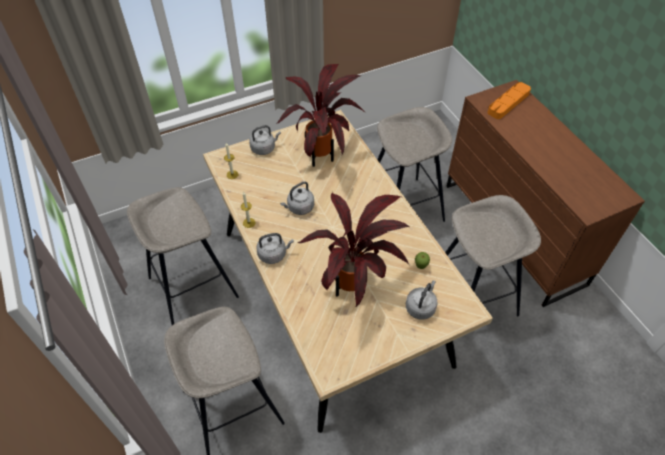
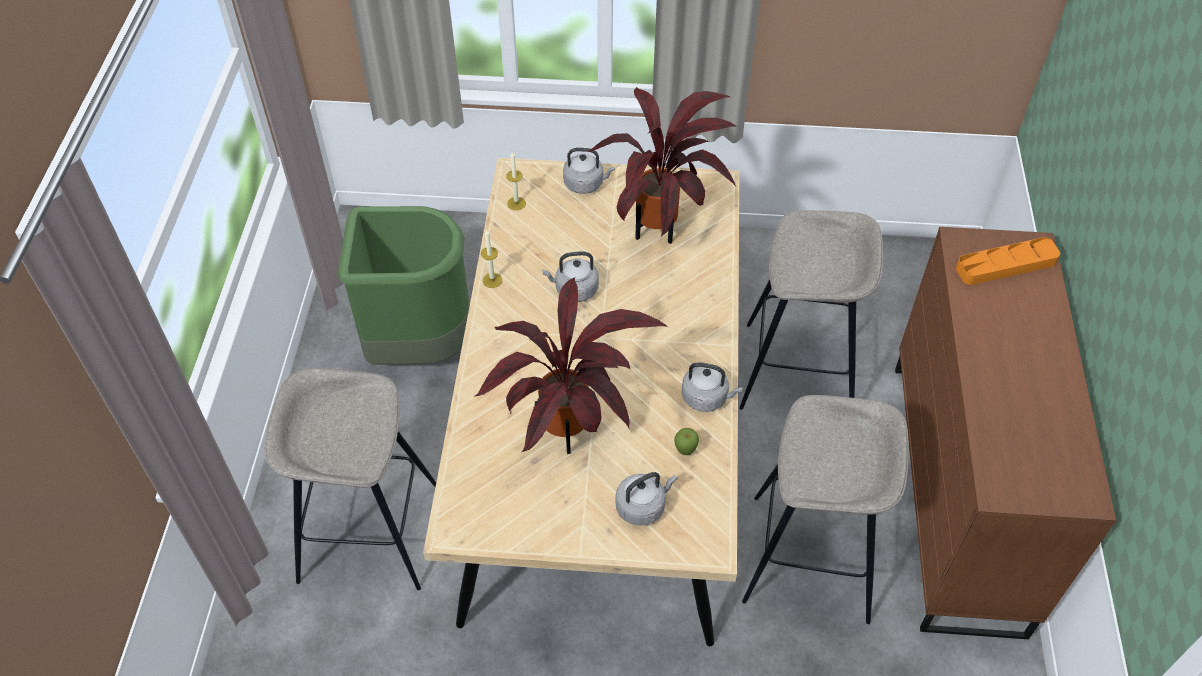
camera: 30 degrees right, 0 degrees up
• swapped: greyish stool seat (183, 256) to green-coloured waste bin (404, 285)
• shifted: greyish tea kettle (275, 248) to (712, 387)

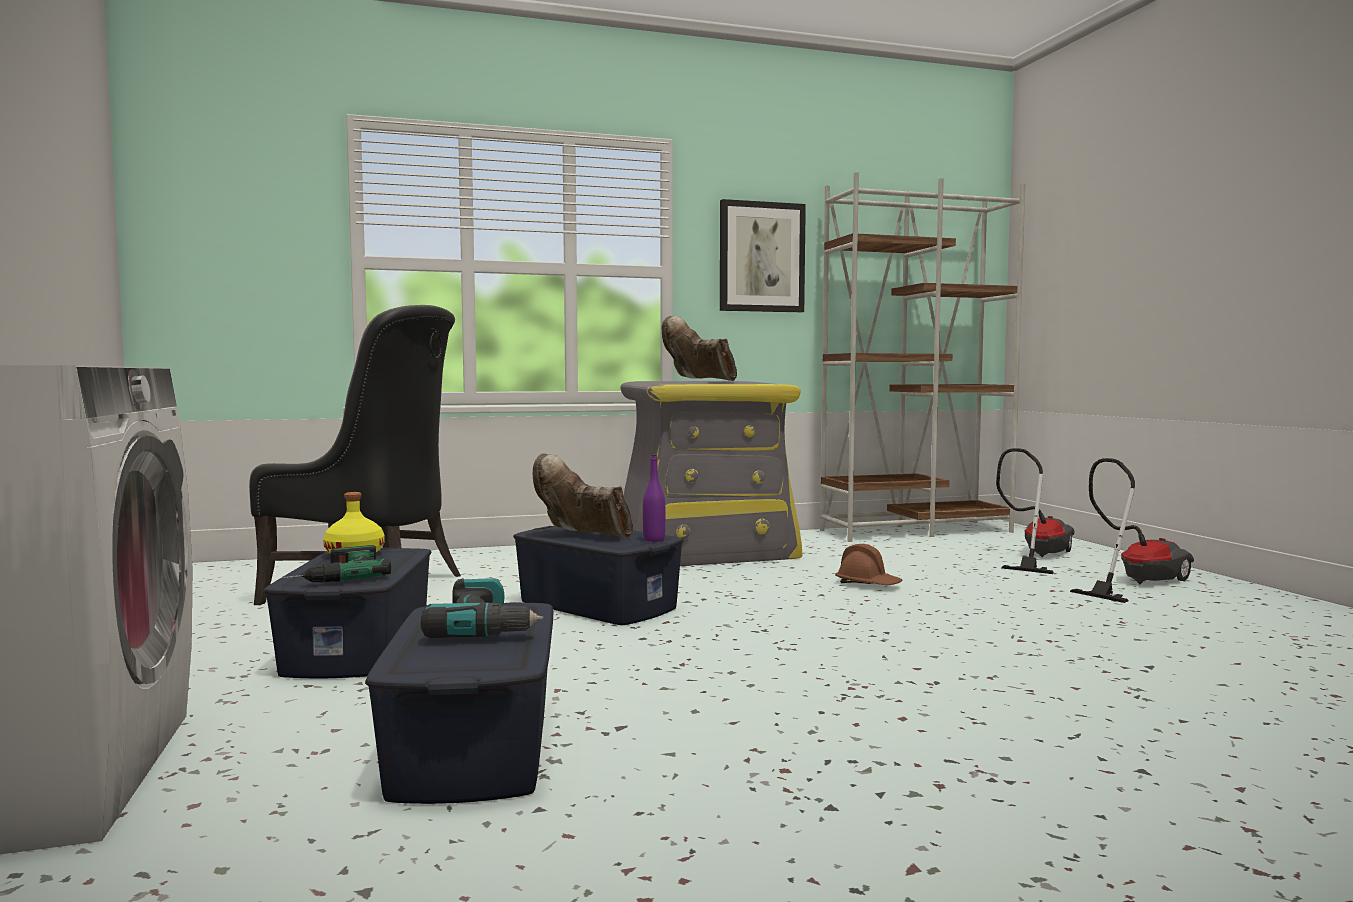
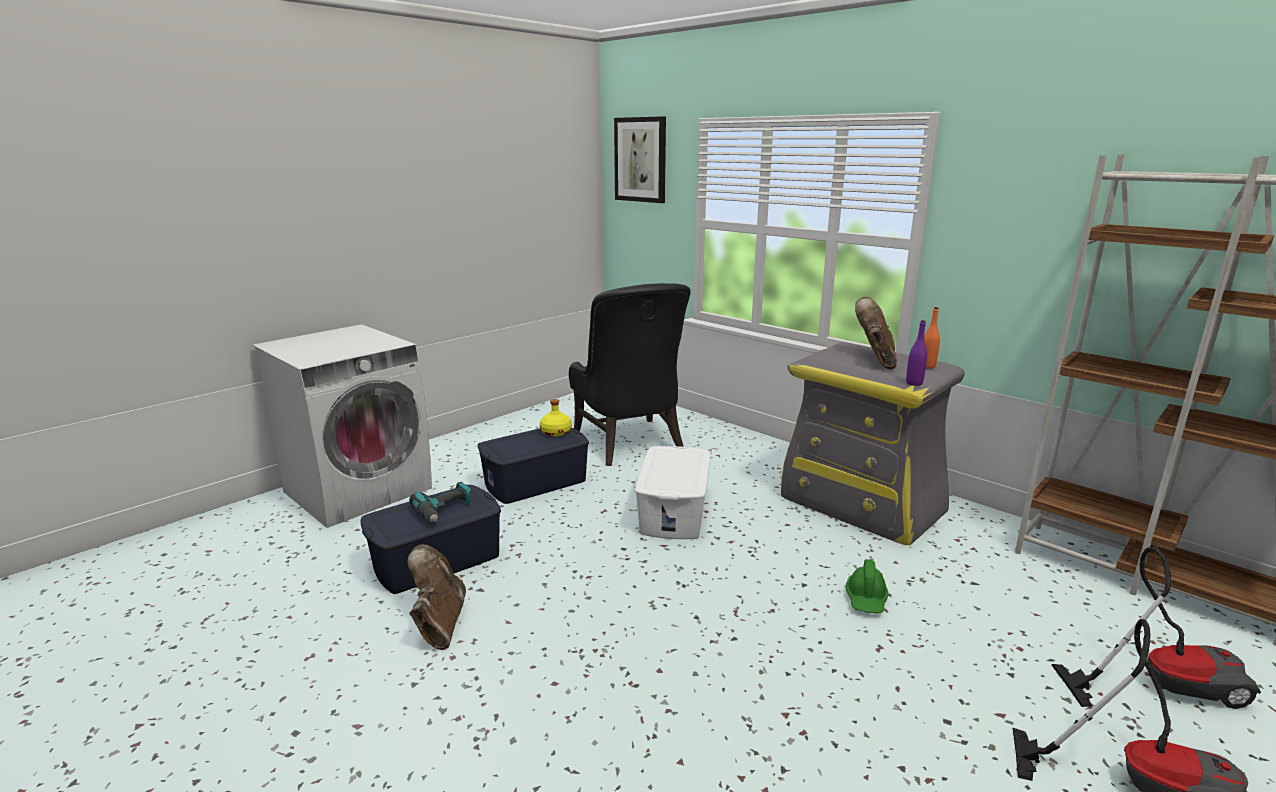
camera: 60 degrees right, 15 degrees up
• shifted: wall picture (763, 255) to (640, 159)
• shifted: brown-coloured high-top boot (583, 496) to (436, 597)
• shifted: purple-coloured bottle (654, 498) to (916, 353)
• repainted: bluish storage container (598, 575) to white storage container (673, 492)
• repainted: brown-coloured safety helmet (869, 564) to green-coloured safety helmet (867, 586)
• gone: drill (336, 563)
• new: orange bottle (932, 338)

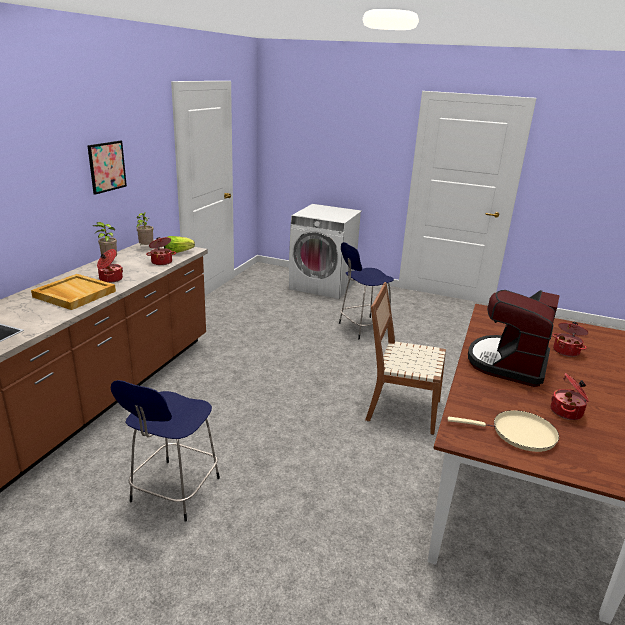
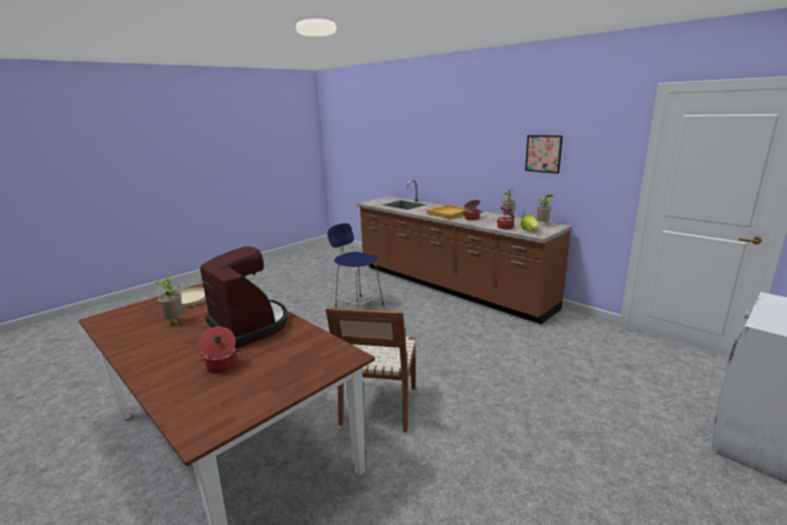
camera: 115 degrees right, 5 degrees down
• gone: bluish stool seat (366, 291)
• rotated: upright chair (405, 358) = (371, 370) 150 degrees clockwise
• swapped: saucepot (570, 396) to houseplant (169, 302)

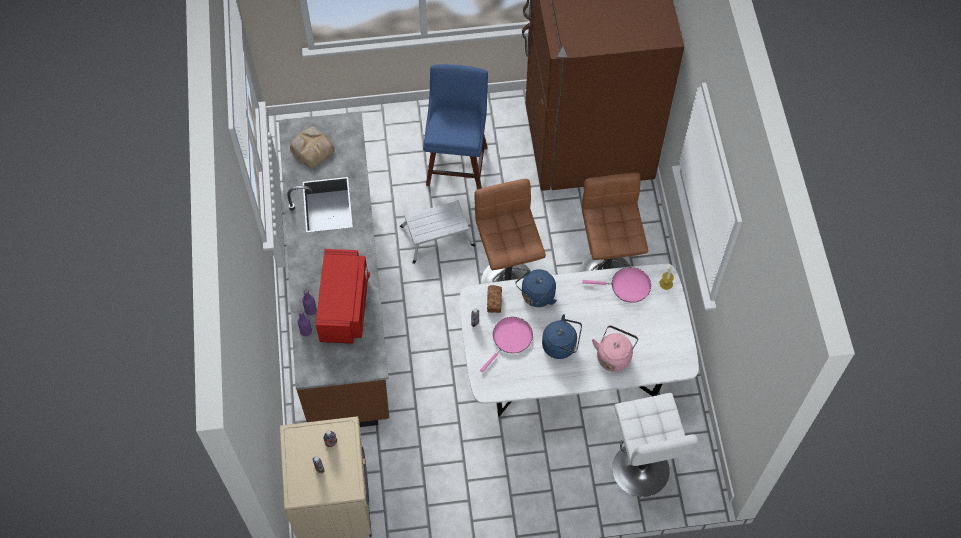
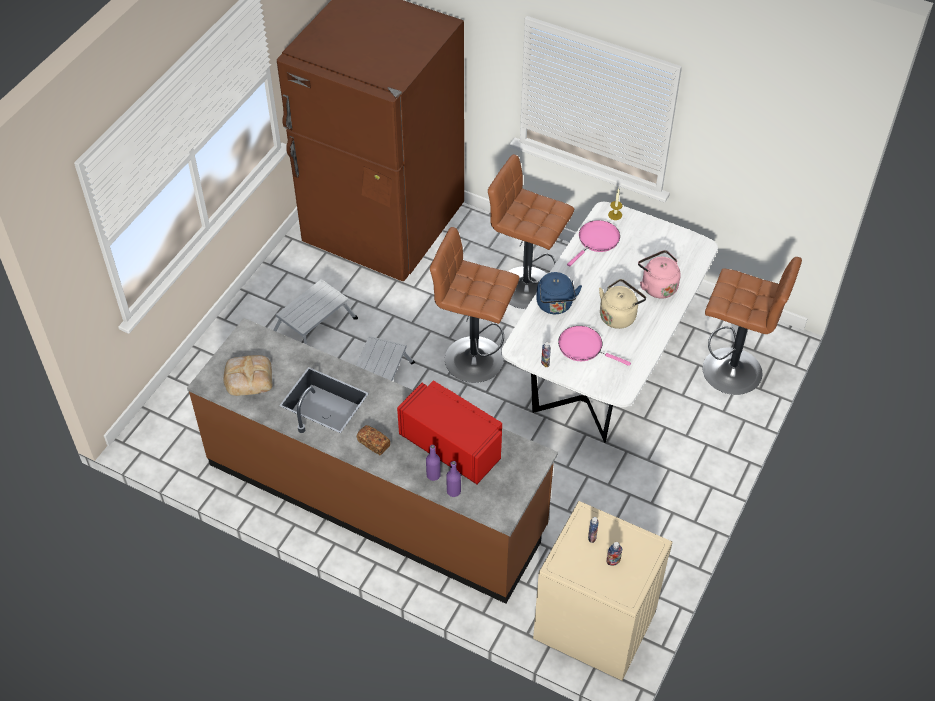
camera: 55 degrees left, 10 degrees down
• swapped: bluish stool seat (455, 127) to white step stool (315, 312)
• shifted: bakery bread (494, 299) to (373, 440)
• repainted: bluish tea kettle (562, 336) to beige-coloured tea kettle (622, 304)
• rotated: pinkish pan (506, 344) = (594, 346) 45 degrees counterclockwise
• repainted: white stool seat (655, 445) to brown-coloured stool seat (752, 326)

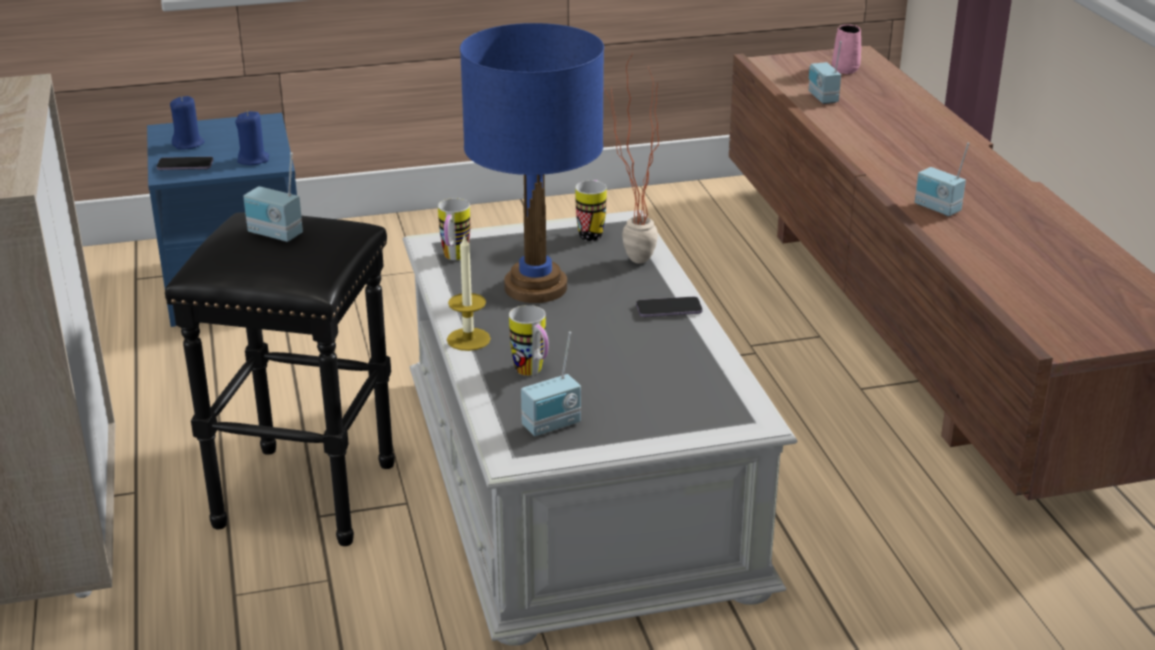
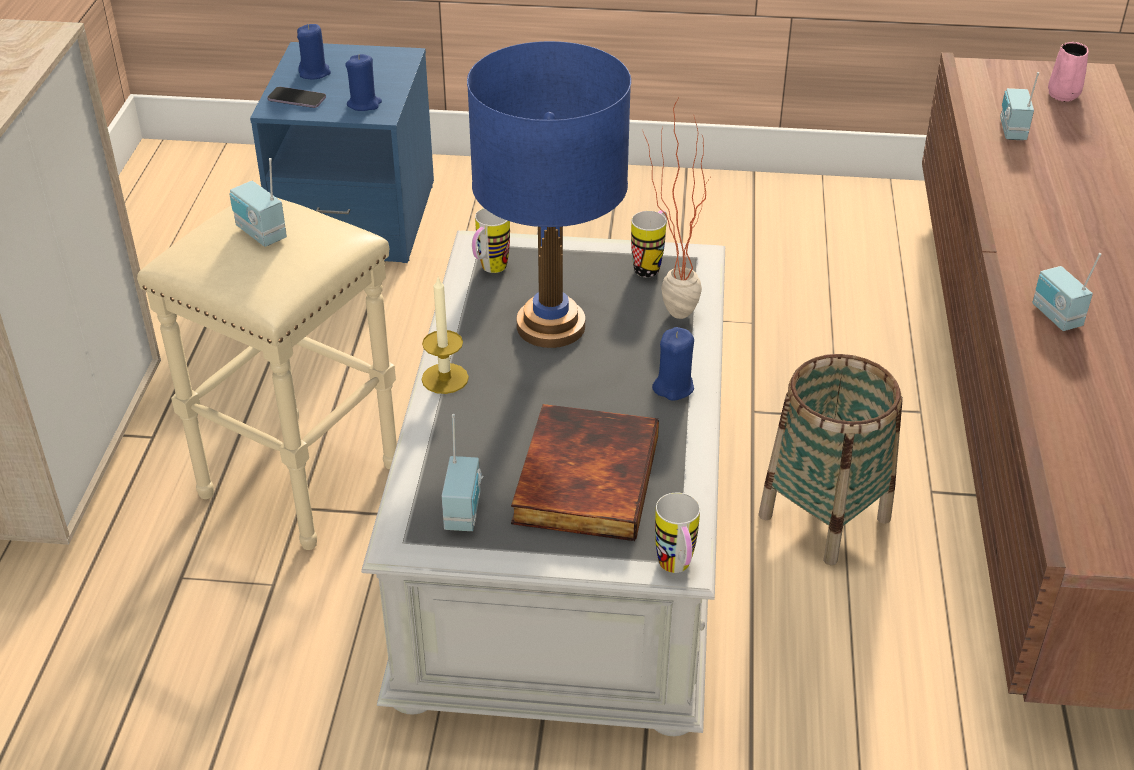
camera: 20 degrees right, 10 degrees up
• repainted: black-coloured stool seat (280, 379) to beige-coloured stool seat (267, 373)
• swapped: phone (669, 307) to bluish wax light (673, 364)
• shifted: tea mug (529, 340) to (677, 533)
• rotated: radio receiver (551, 384) = (463, 472) 75 degrees counterclockwise
• new: basket (830, 460)
• new: volume (585, 472)

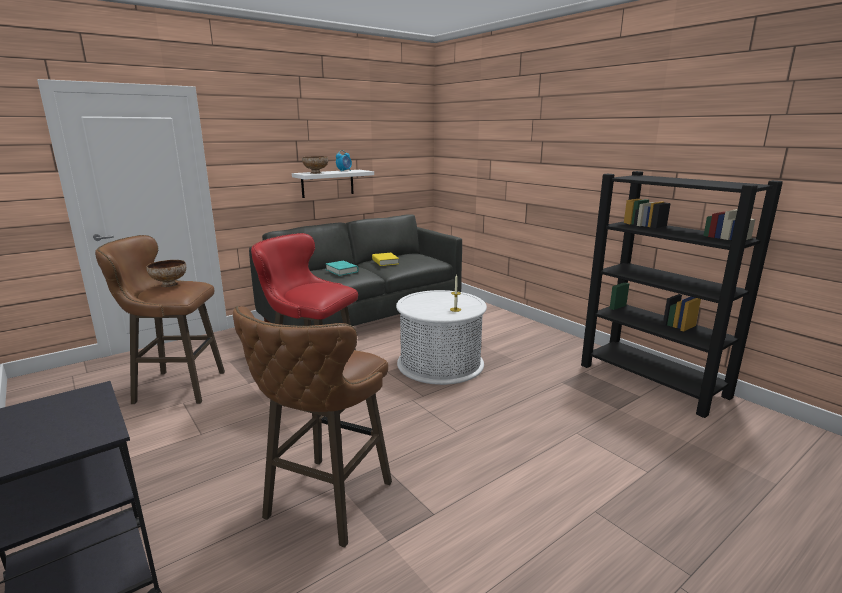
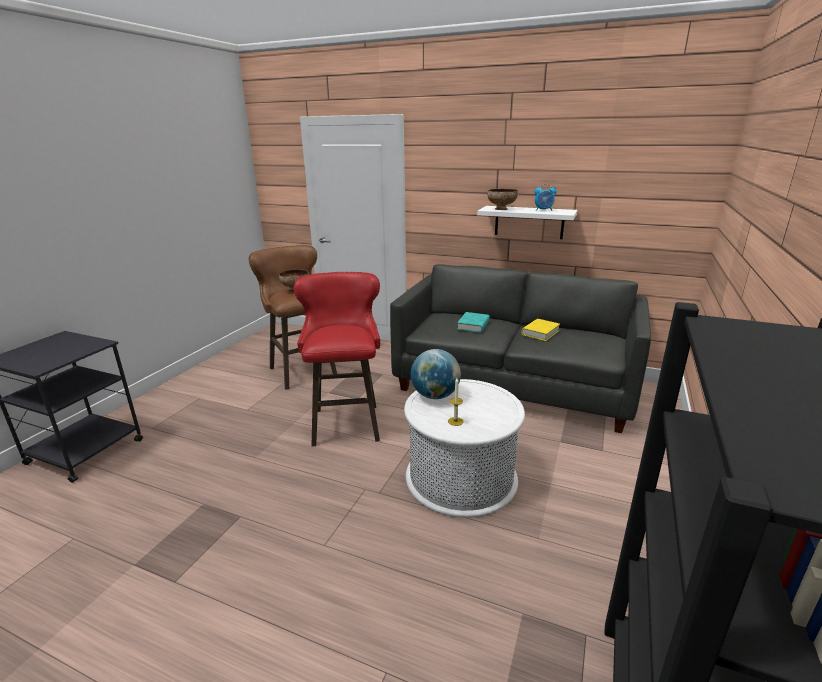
camera: 60 degrees right, 5 degrees up
• gone: brown-coloured stool seat (312, 427)
• new: globe (436, 374)

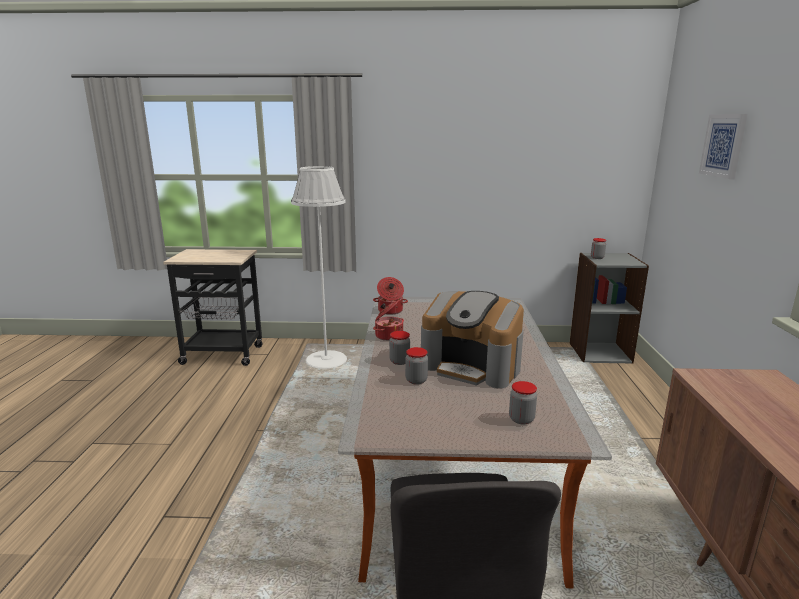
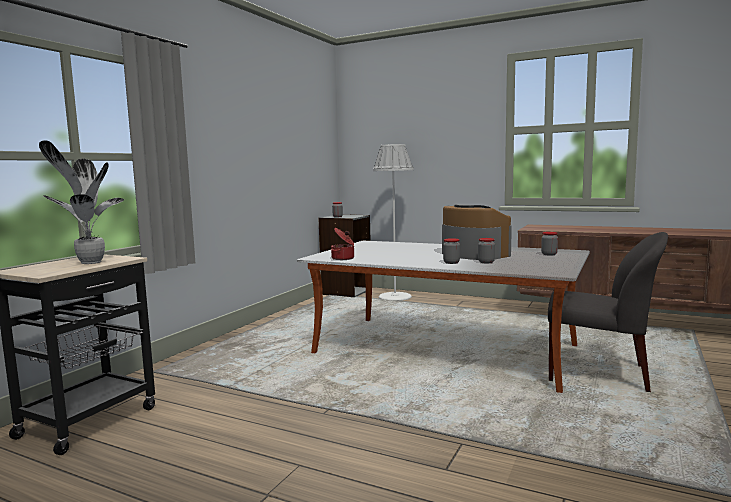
camera: 65 degrees left, 10 degrees down
• gone: wall picture (723, 146)
• shifted: white floor lamp (319, 267) to (393, 222)
• rotated: coffee machine (472, 339) = (477, 232) 90 degrees counterclockwise
• gone: saucepot (388, 320)
• new: houseplant (81, 202)

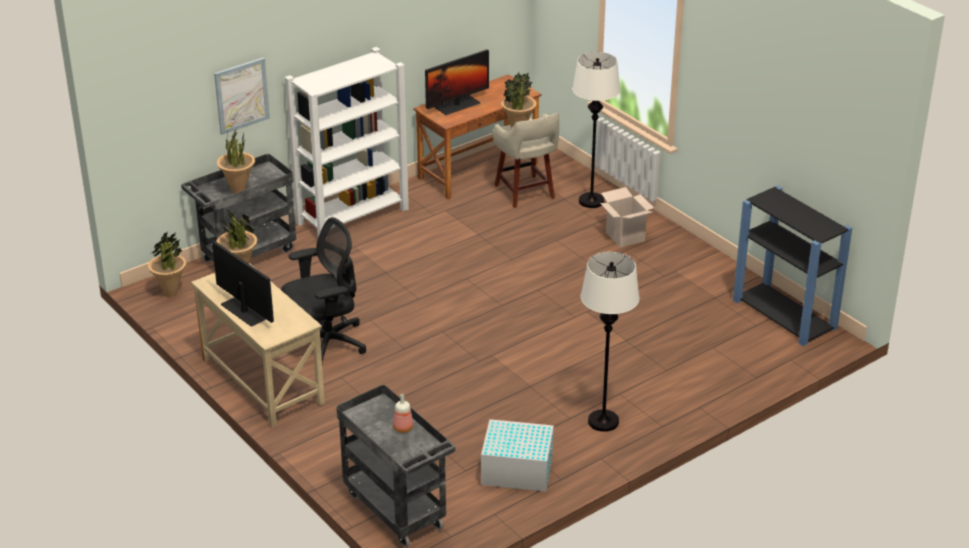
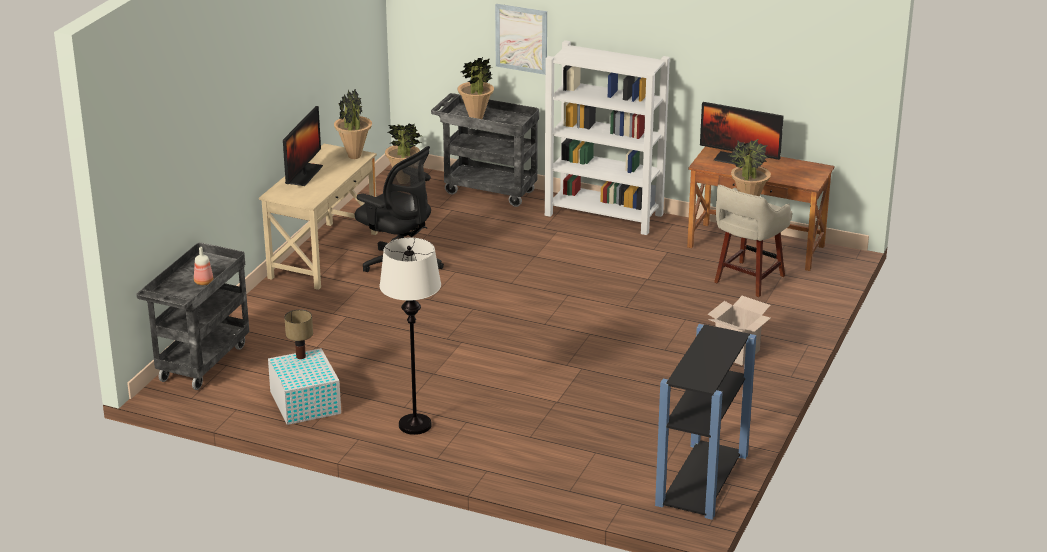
camera: 60 degrees right, 5 degrees down
• gone: white floor lamp (596, 130)
• new: table lamp (298, 334)

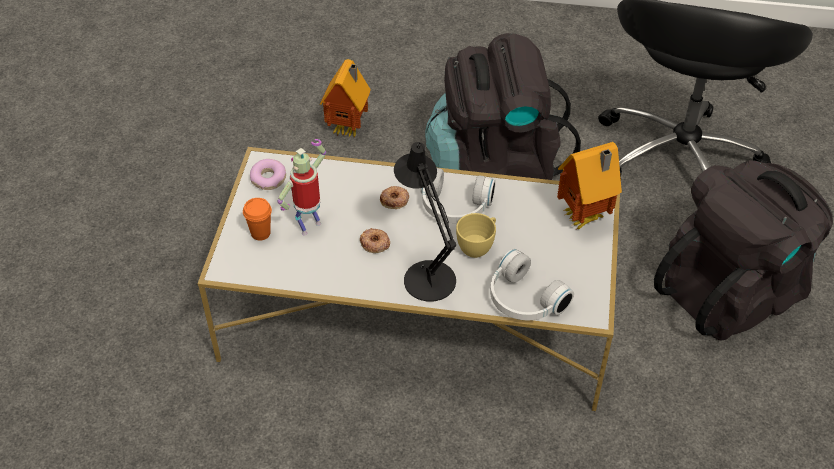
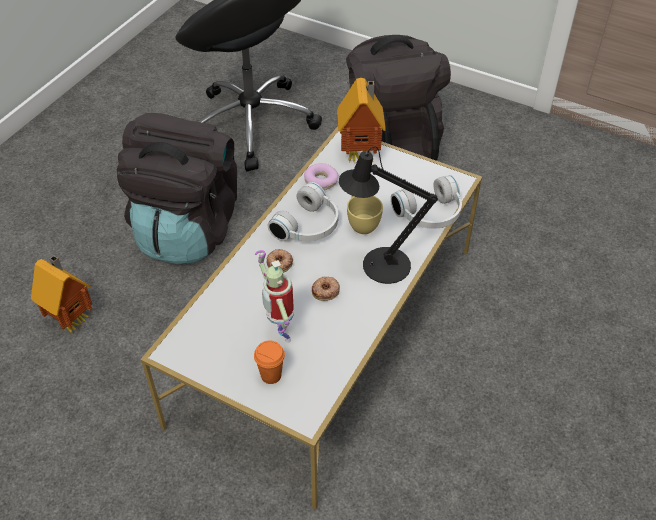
camera: 70 degrees left, 0 degrees up
• shifted: donut (268, 174) to (321, 176)

